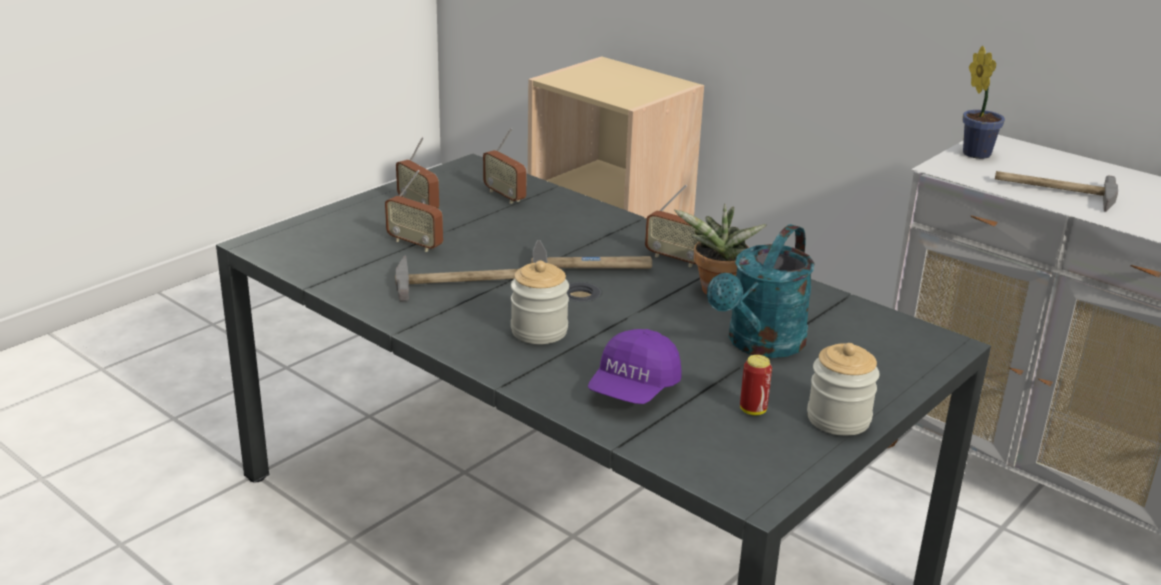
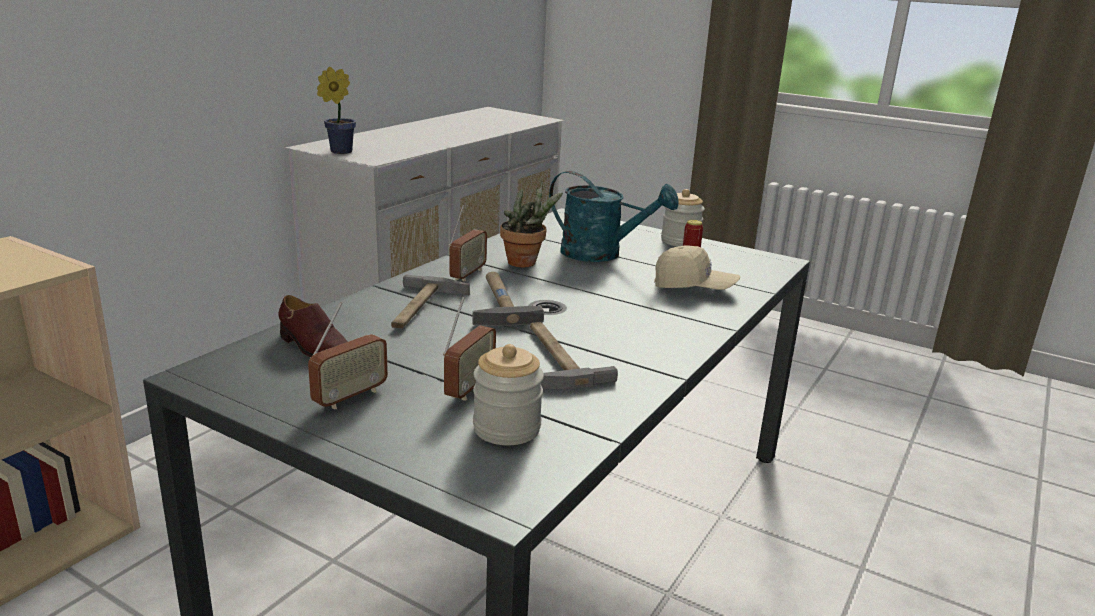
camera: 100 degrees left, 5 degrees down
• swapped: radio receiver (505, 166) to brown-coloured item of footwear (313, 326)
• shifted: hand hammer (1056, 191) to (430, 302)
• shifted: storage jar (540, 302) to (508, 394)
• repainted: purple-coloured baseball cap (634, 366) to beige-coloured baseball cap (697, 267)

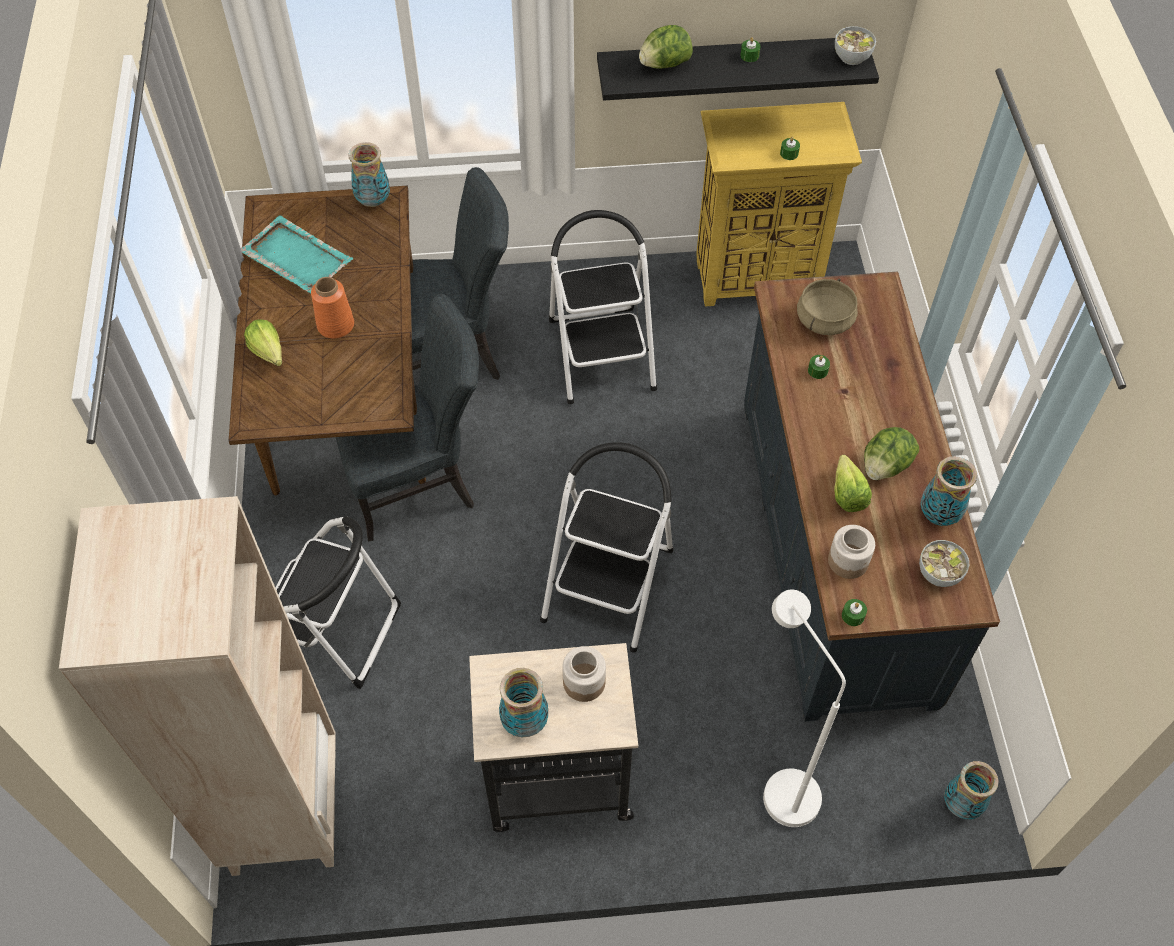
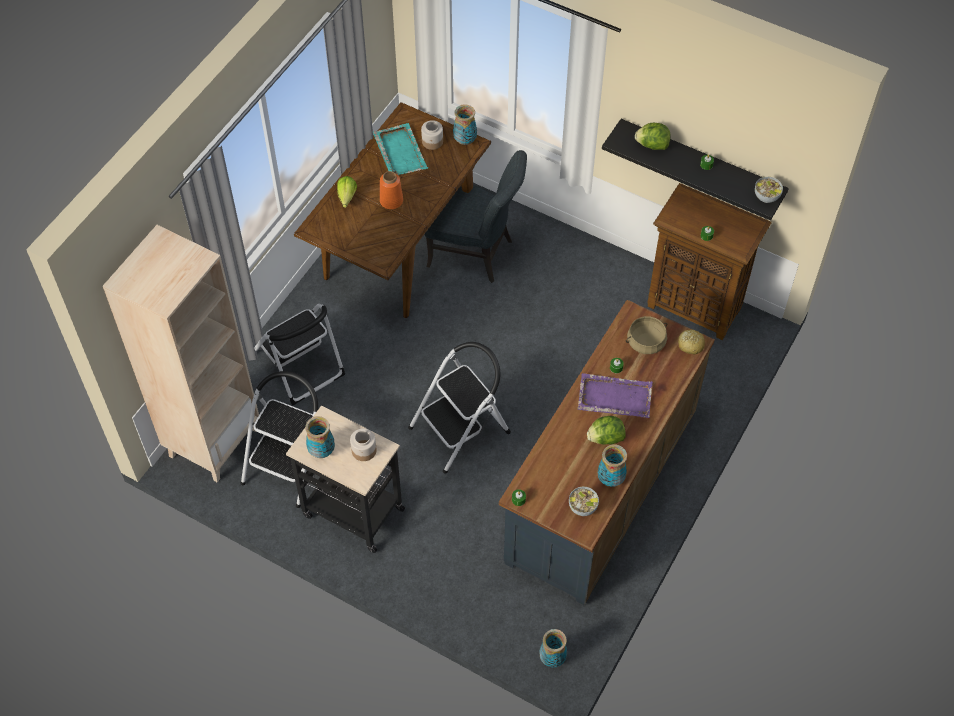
camera: 35 degrees right, 0 degrees up
• repainted: yellowish storage cabinet (779, 204) to brown-coloured storage cabinet (710, 261)
• shifted: step stool (603, 307) to (279, 439)
• gone: greyish upright chair (407, 418)
• gone: head of lettuce (853, 483)
• shifted: storage jar (851, 552) to (432, 135)
• gone: white floor lamp (804, 708)
• new: bakery bread (691, 342)
• new: purple-coloured tray (615, 395)

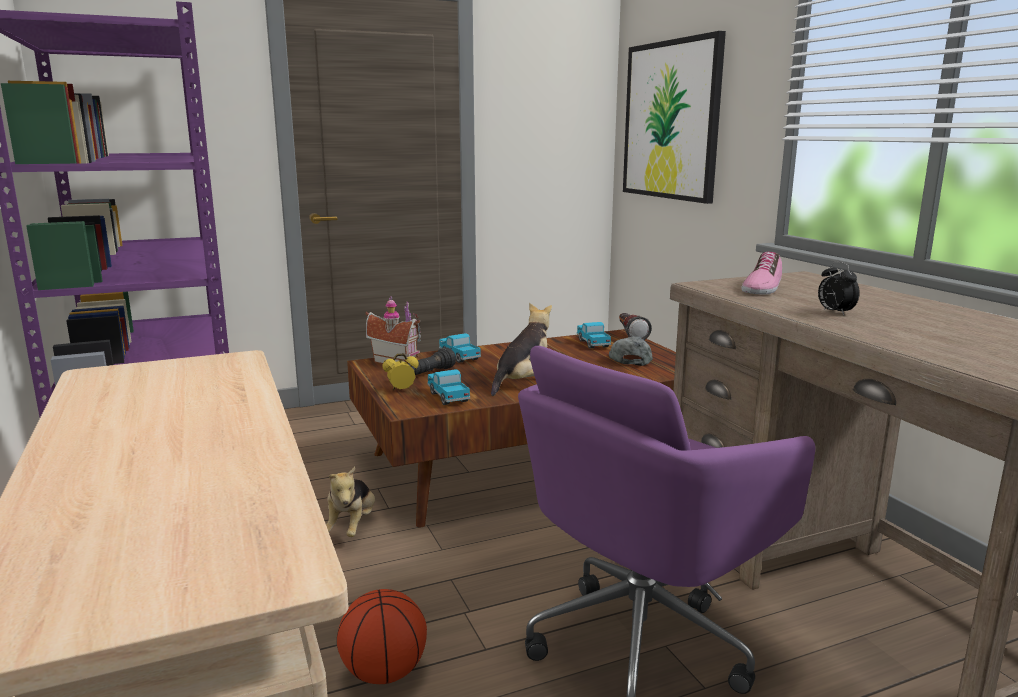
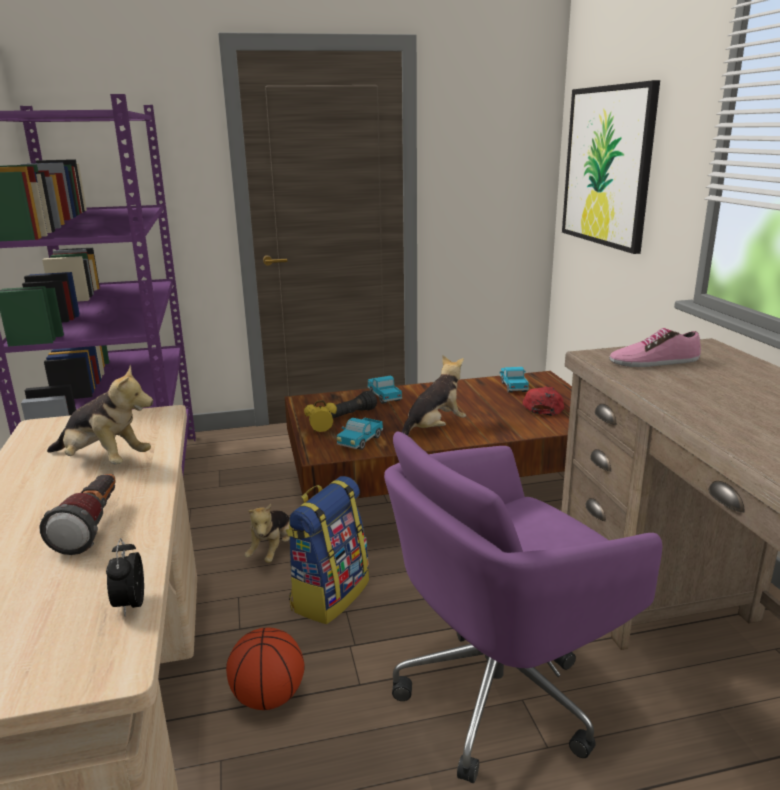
camera: 10 degrees right, 5 degrees up
• rotated: item of footwear (761, 273) = (655, 347) 45 degrees clockwise
• shifted: bedside clock (839, 288) to (125, 577)
• gone: miniature house (393, 330)
• shifted: torch (635, 326) to (77, 514)
• repainted: greyish baseball cap (631, 351) to red-coloured baseball cap (543, 401)
• rotated: toy truck (448, 387) = (360, 434) 135 degrees counterclockwise
• new: plush toy (100, 414)
• new: backpack (327, 550)

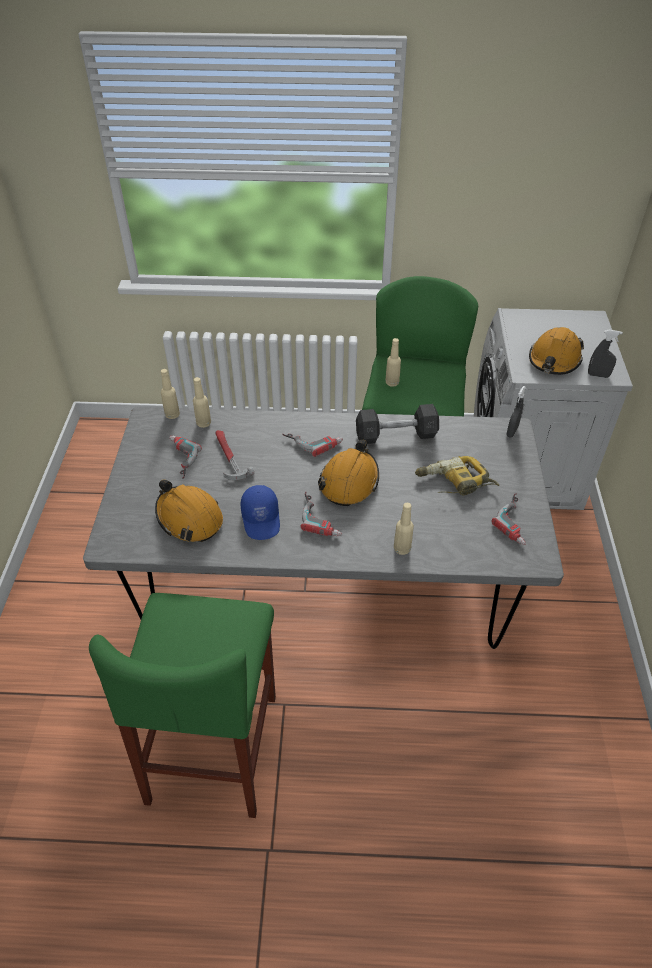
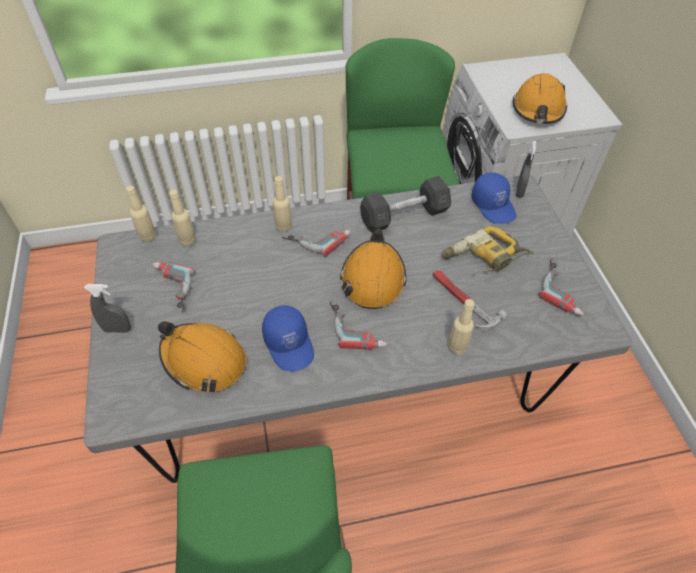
camera: 15 degrees left, 5 degrees up
• shifted: greyish hand sprayer (605, 354) to (107, 308)
• shifted: beige-coloured bottle (393, 362) to (282, 204)
• shifted: hand hammer (234, 455) to (470, 301)
• new: bluish baseball cap (494, 198)

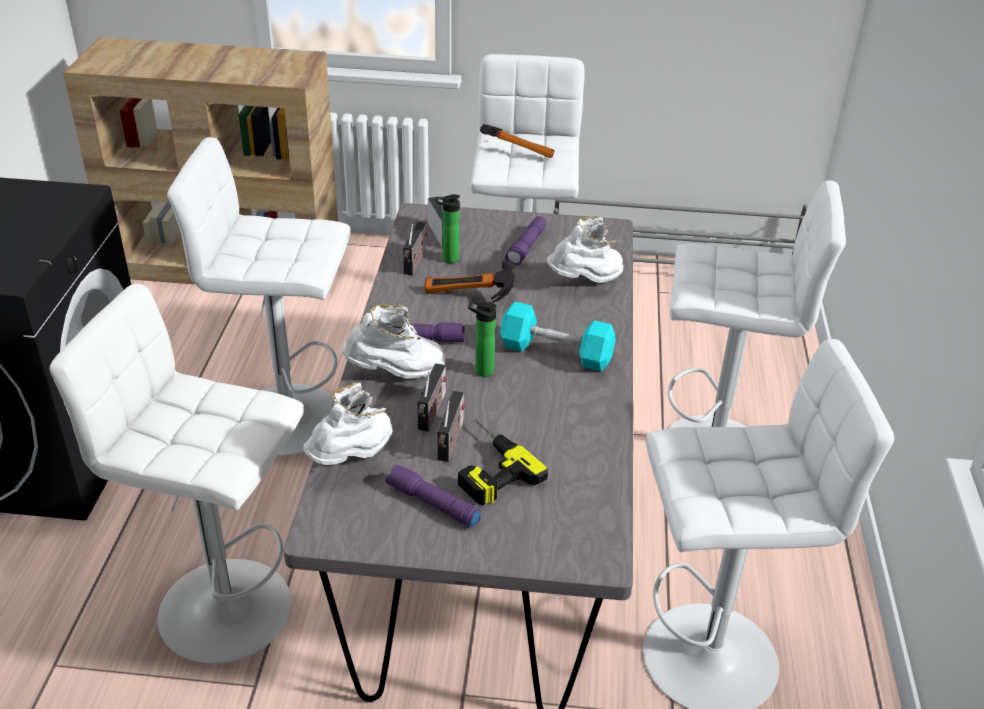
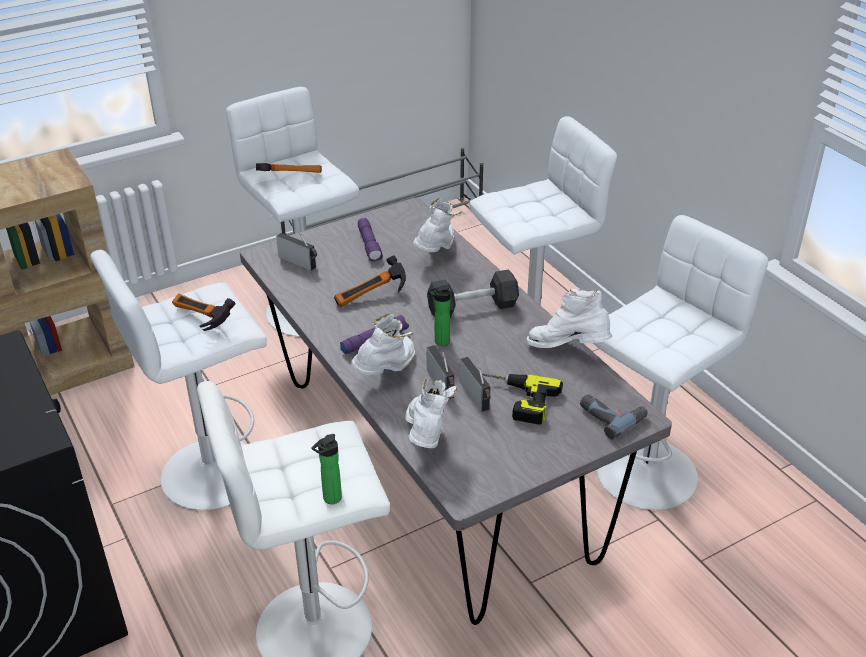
camera: 35 degrees left, 0 degrees up
• shifted: bottle (447, 228) to (326, 469)
• gone: radio receiver (415, 248)
• repainted: turquoise-coloured hand weight (558, 337) to black-coloured hand weight (473, 293)
• gone: purple-coloured torch (433, 496)
• new: white high-top boot (569, 318)
• new: hand hammer (204, 312)
• new: drill (614, 417)

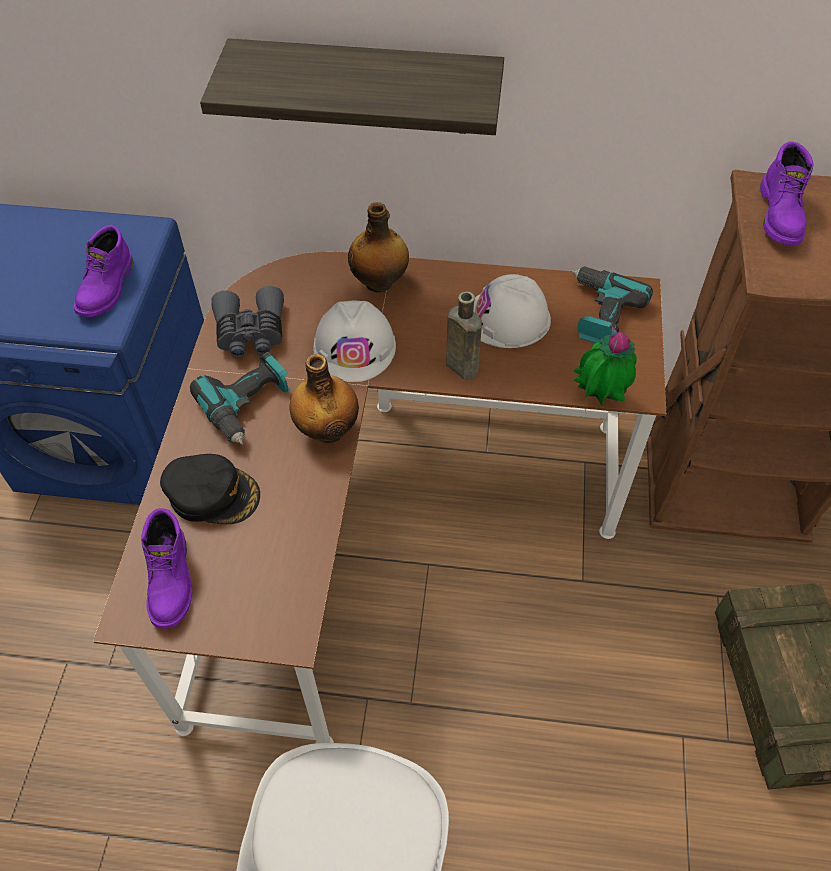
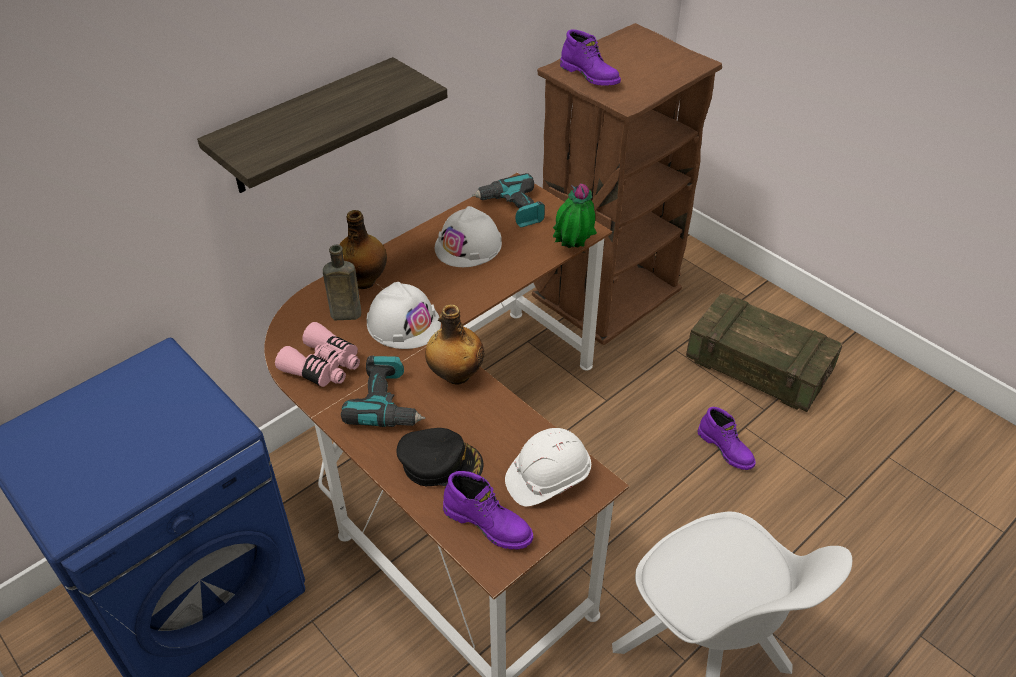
camera: 50 degrees left, 10 degrees down
• shifted: purple-coloured high-top boot (103, 271) to (727, 438)
• repainted: greyish pair of binoculars (247, 322) to pinkish pair of binoculars (317, 354)
• shifted: brown-coloured bottle (464, 335) to (342, 282)
• rotated: black-coloured baseball cap (210, 489) = (439, 457) 45 degrees clockwise
• new: white safety helmet (548, 467)

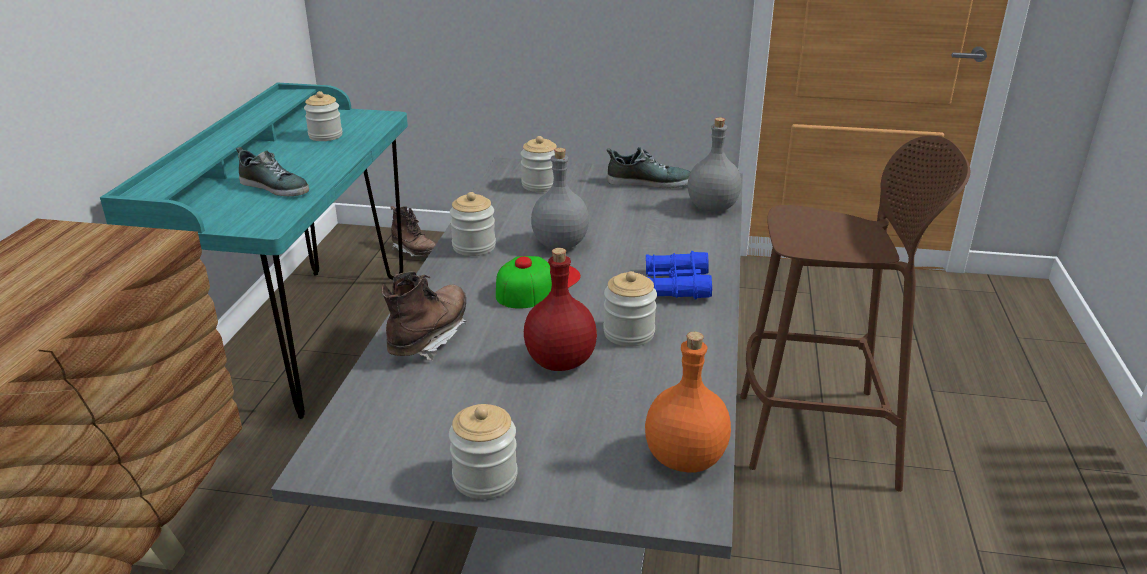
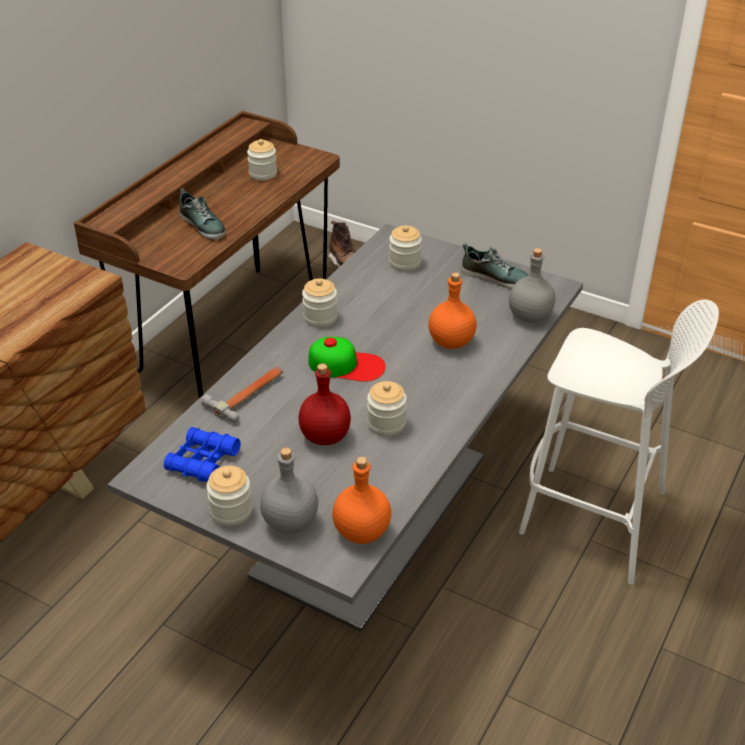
camera: 20 degrees right, 10 degrees up
• repainted: turquoise-coloured desk unit (254, 251) to brown-coloured desk unit (207, 254)
• repainted: brown-coloured stool seat (855, 314) to white stool seat (619, 442)
• shifted: greyish bottle (560, 198) to (289, 490)
• shifted: bluish pair of binoculars (679, 275) to (202, 454)
• rotated: baseball cap (538, 282) = (347, 359) 45 degrees clockwise
• swapped: brown-coloured high-top boot (423, 315) to hand hammer (242, 394)
• new: orange bottle (452, 310)

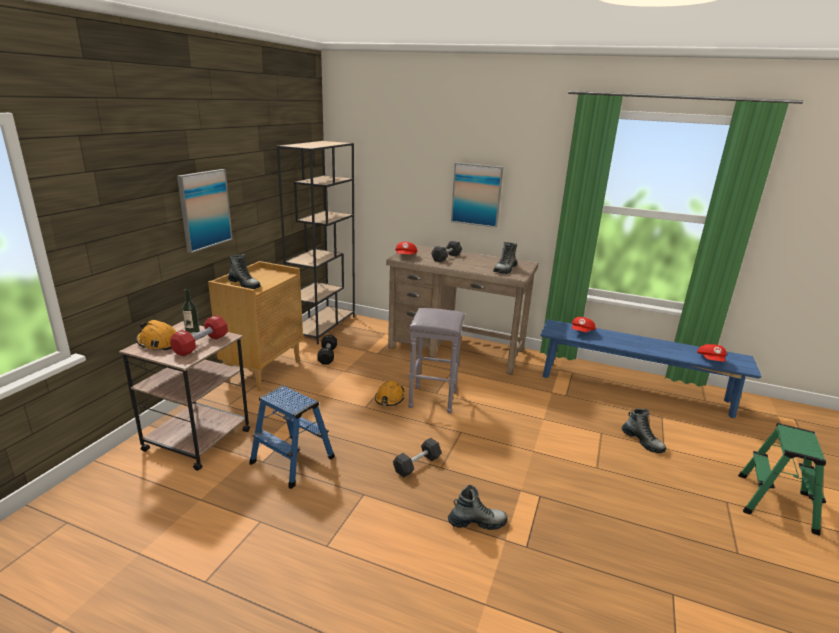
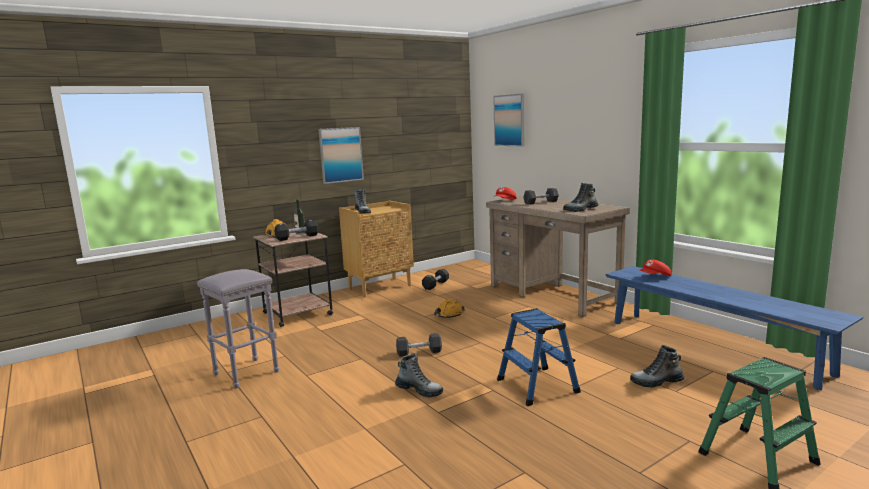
camera: 35 degrees right, 10 degrees down
• gone: shelving unit (316, 242)
• shifted: wall picture (477, 195) to (508, 119)
• shifted: greyish stool seat (436, 360) to (238, 328)
• repainted: red-coloured hand weight (199, 335) to black-coloured hand weight (296, 230)
• gone: red-coloured baseball cap (712, 353)
• shifted: bluish step stool (292, 437) to (539, 357)
• rotated: high-top boot (644, 430) = (657, 366) 90 degrees clockwise

